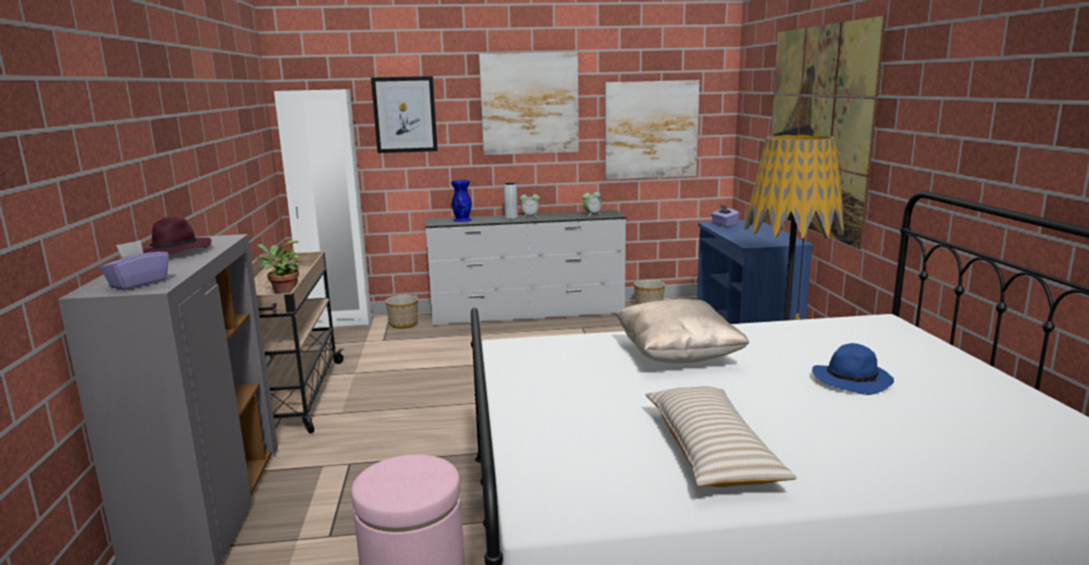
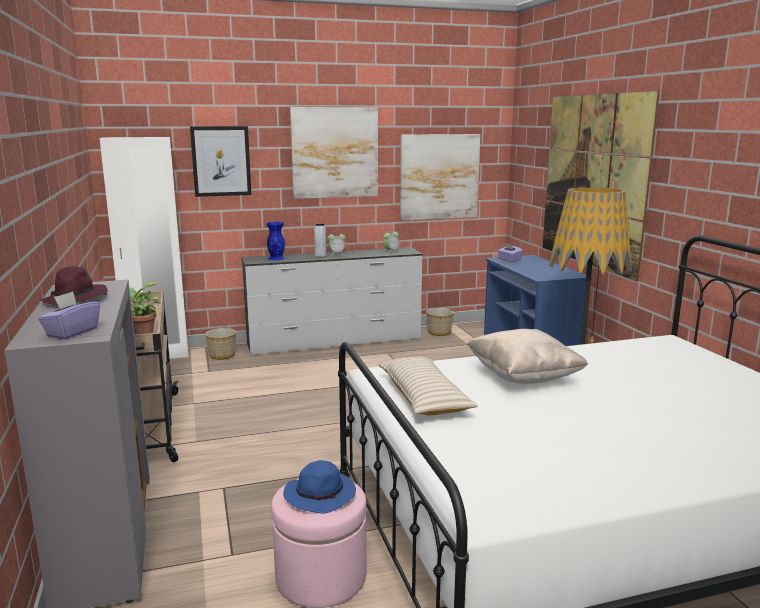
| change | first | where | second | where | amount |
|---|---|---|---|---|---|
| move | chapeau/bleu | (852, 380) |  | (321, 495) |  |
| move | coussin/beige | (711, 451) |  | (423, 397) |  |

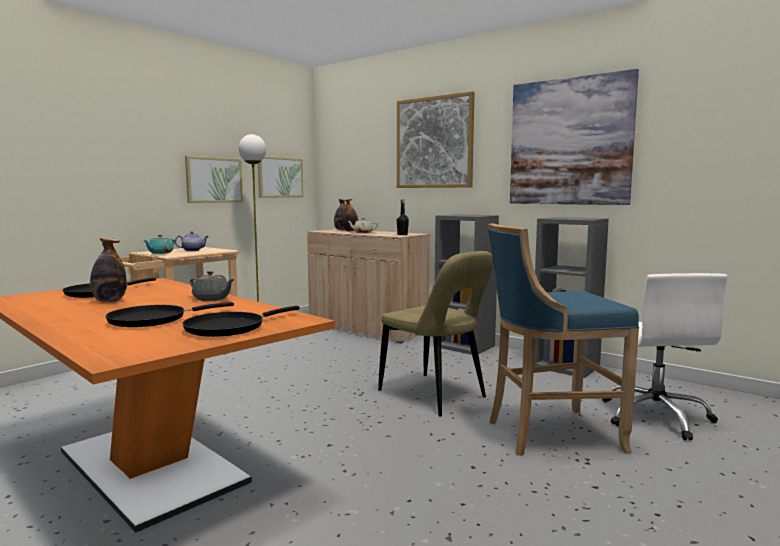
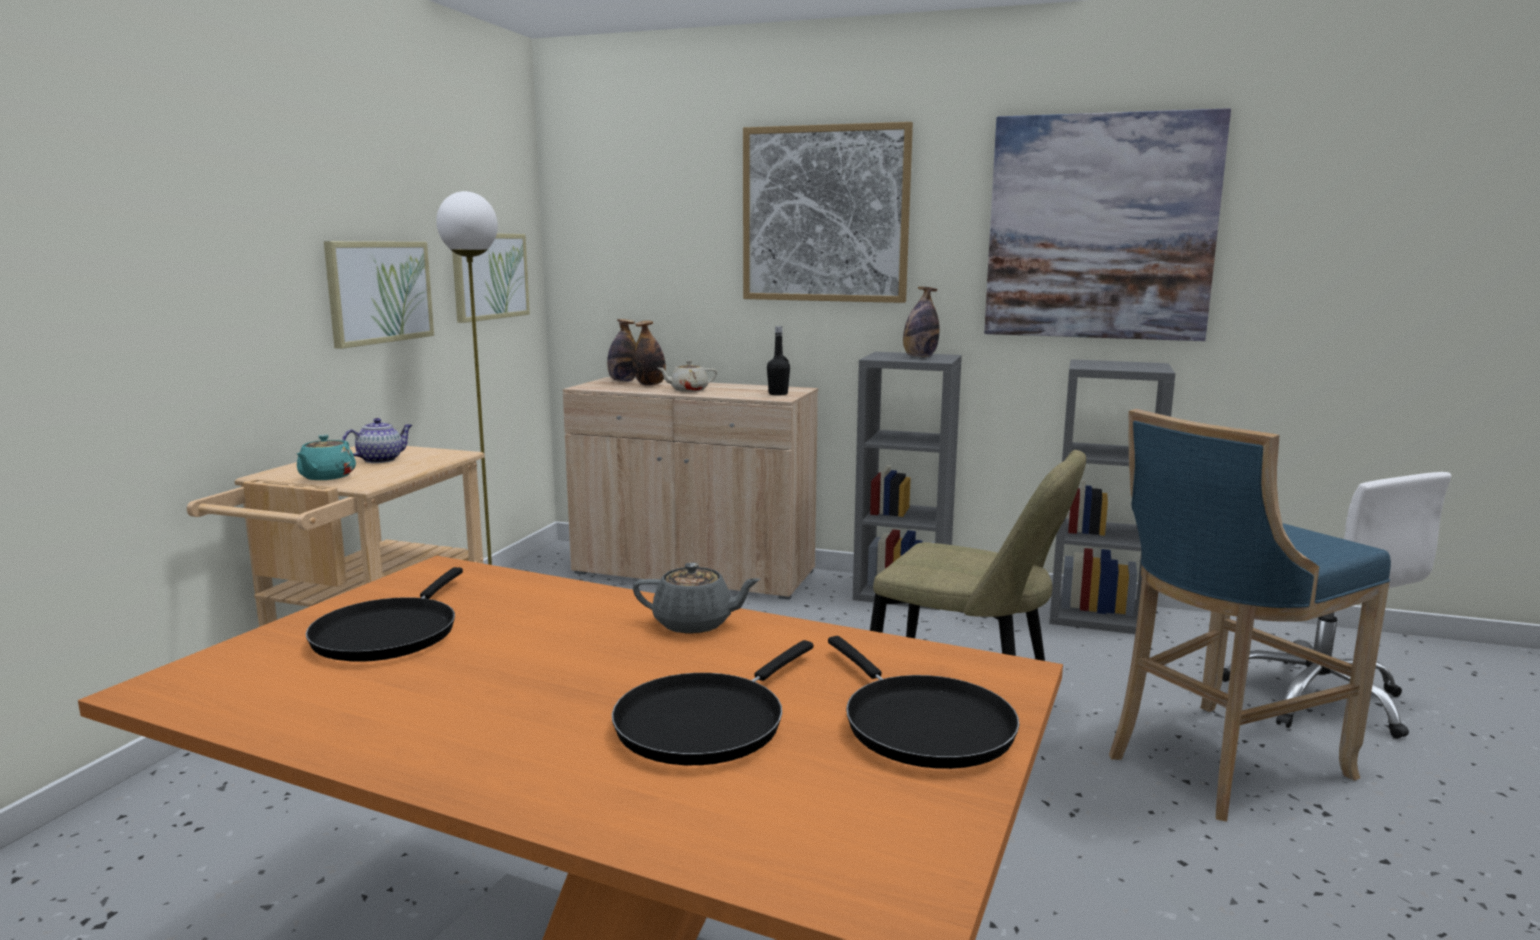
| change | first | where | second | where | amount |
|---|---|---|---|---|---|
| rotate | poêle/noir | (229, 327) |  | (921, 725) | 45 degrees counterclockwise |
| move | bouteille | (109, 301) |  | (919, 357) |  |

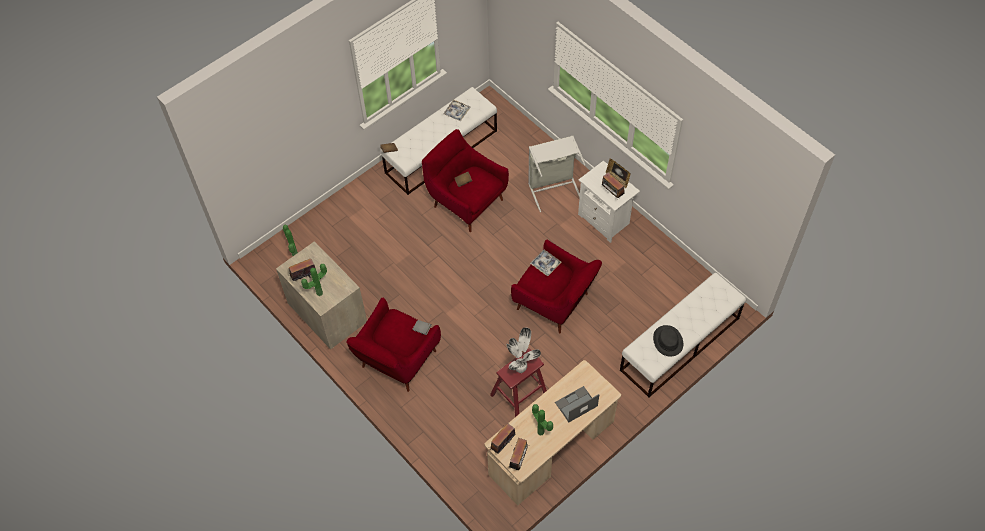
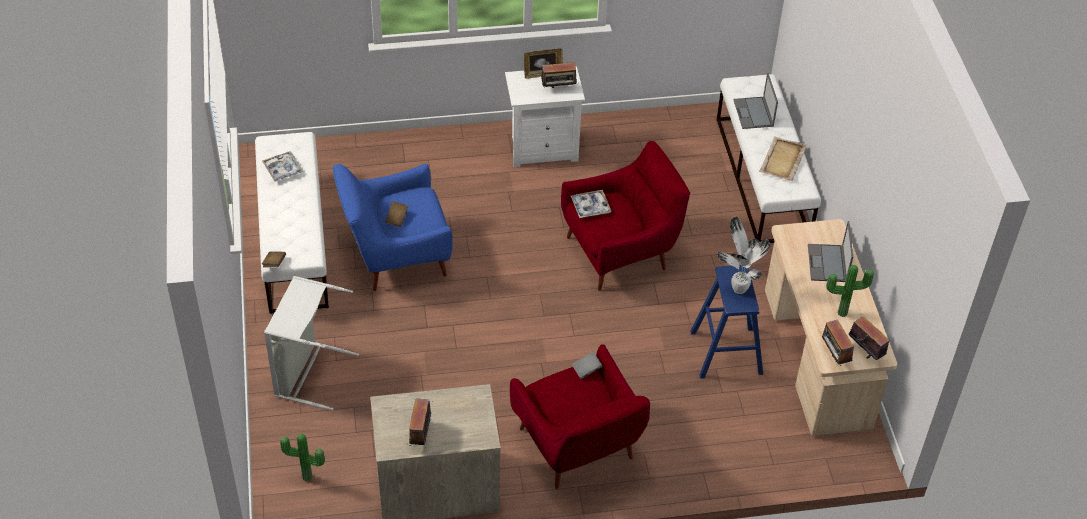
| change | first | where | second | where | amount |
|---|---|---|---|---|---|
| move | panier à linge/gris | (553, 188) |  | (308, 373) |  |
| recolor | fauteuil/rouge | (465, 201) | fauteuil/bleu | (395, 256) |  |
| recolor | tabouret/rouge | (520, 398) | tabouret/bleu | (726, 352) |  |
| insert |  |  | ordinateur portable | (753, 113) |  |
| replace | chapeau/noir | (667, 341) | plateau/beige | (782, 160) |  |
| delete | plante en pot | (318, 292) |  |  |  |

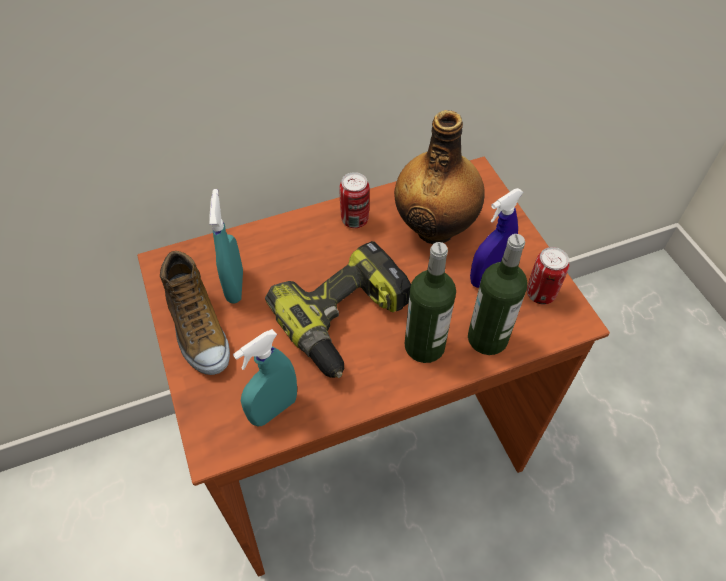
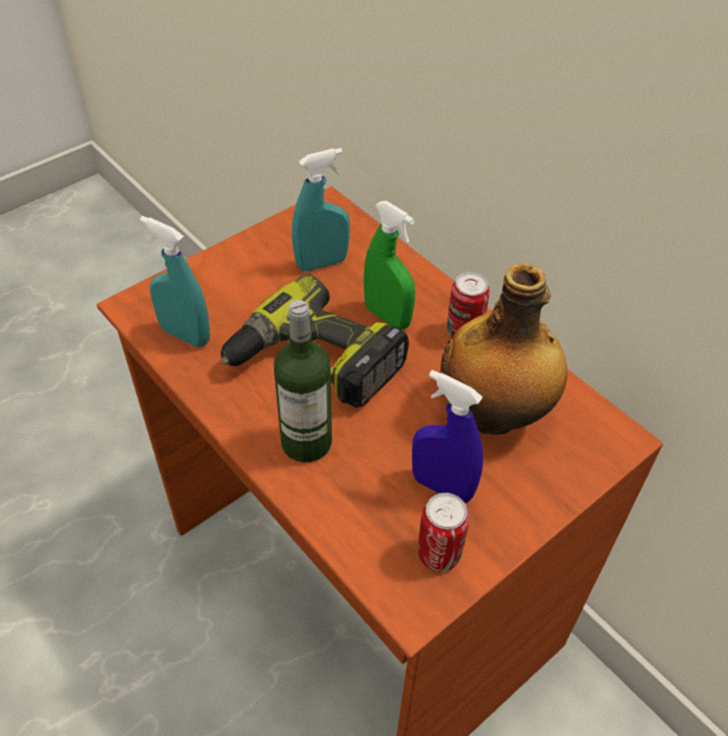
| change | first | where | second | where | amount |
|---|---|---|---|---|---|
| insert |  |  | vaporisateur/vert | (387, 316) |  |
| delete | chaussure | (197, 328) |  |  |  |
| delete | bouteille | (487, 338) |  |  |  |

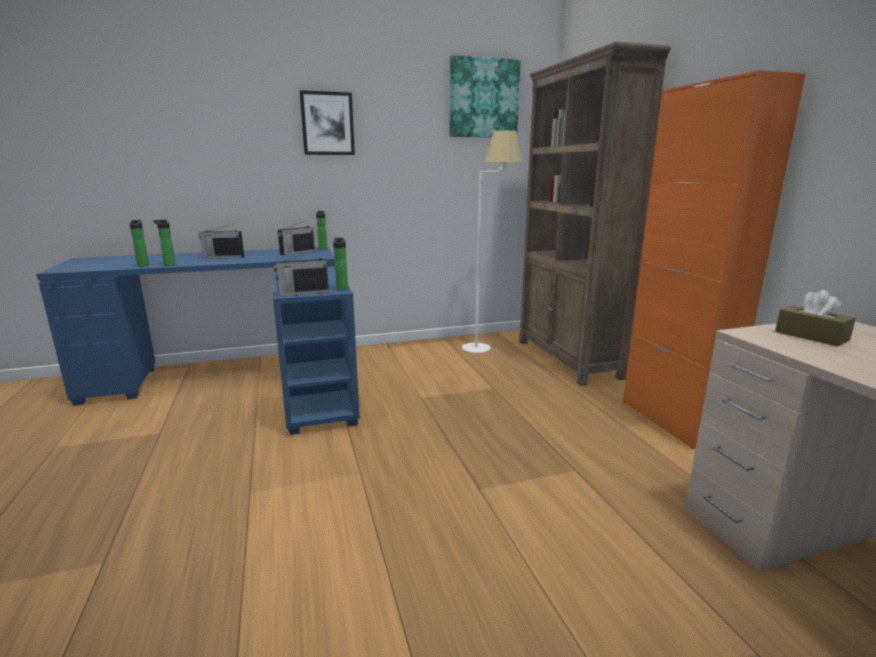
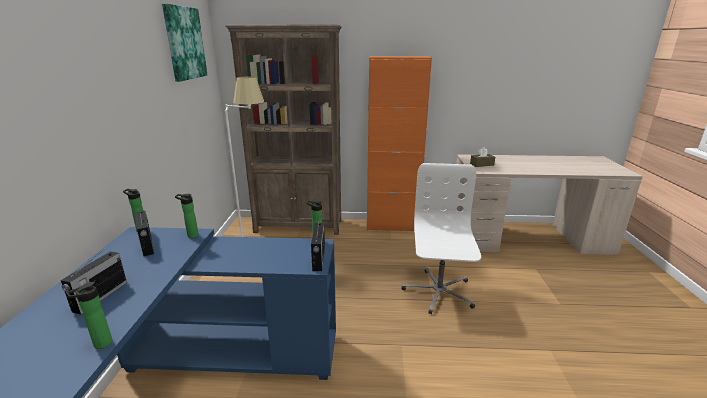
| change | first | where | second | where | amount |
|---|---|---|---|---|---|
| move | bouteille | (143, 265) |  | (191, 236) |  |
| insert |  |  | chaise de bureau/blanc | (438, 292) |  |
| delete | tableau | (327, 124) |  |  |  |

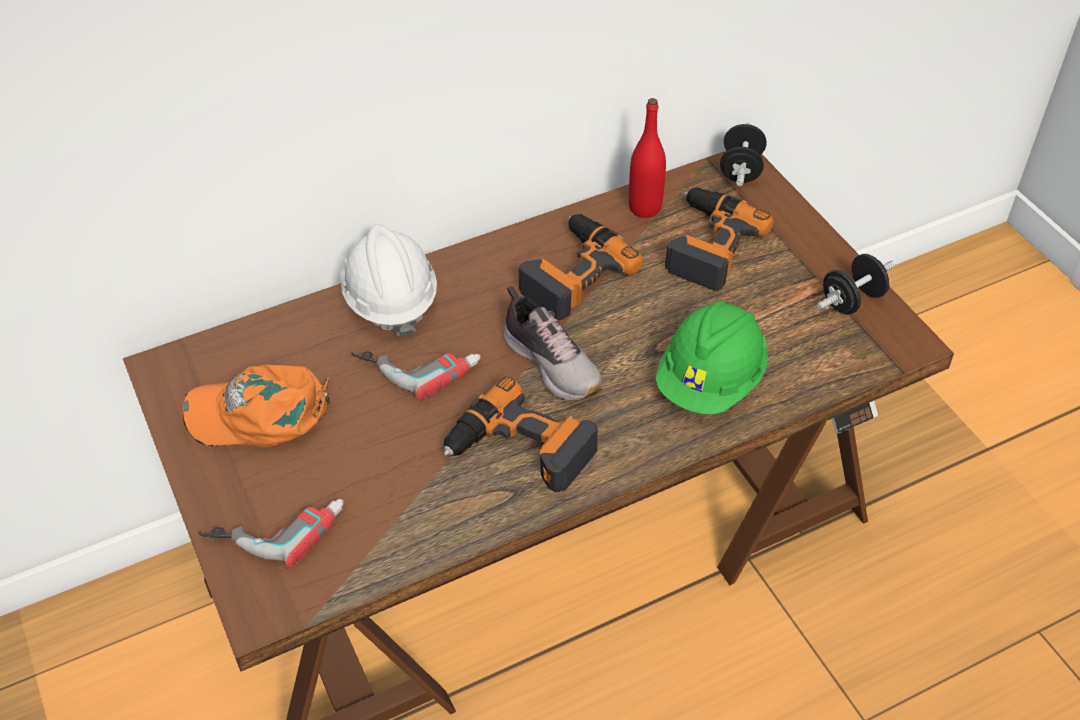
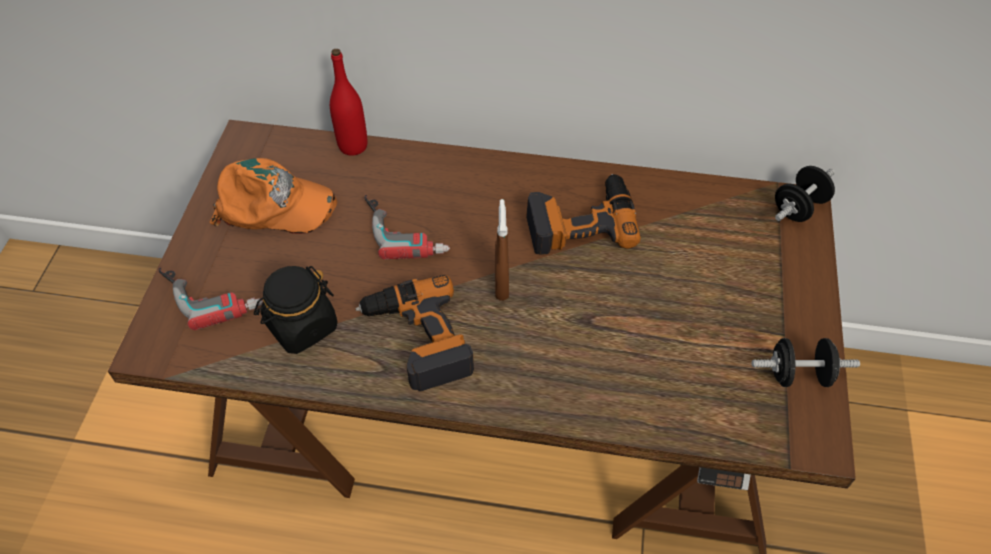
| change | first | where | second | where | amount |
|---|---|---|---|---|---|
| rotate | casquette/orange | (260, 413) |  | (274, 205) | 150 degrees clockwise |
| insert |  |  | bocal/noir | (301, 326) |  |
| move | bouteille/rouge | (645, 208) |  | (353, 146) |  |
| replace | chaussure | (552, 363) | vaporisateur/marron | (501, 285) |  |
| delete | casque de chantier/blanc | (390, 299) |  |  |  |
| delete | casque de chantier/vert | (710, 381) |  |  |  |
| delete | perceuse | (706, 244) |  |  |  |

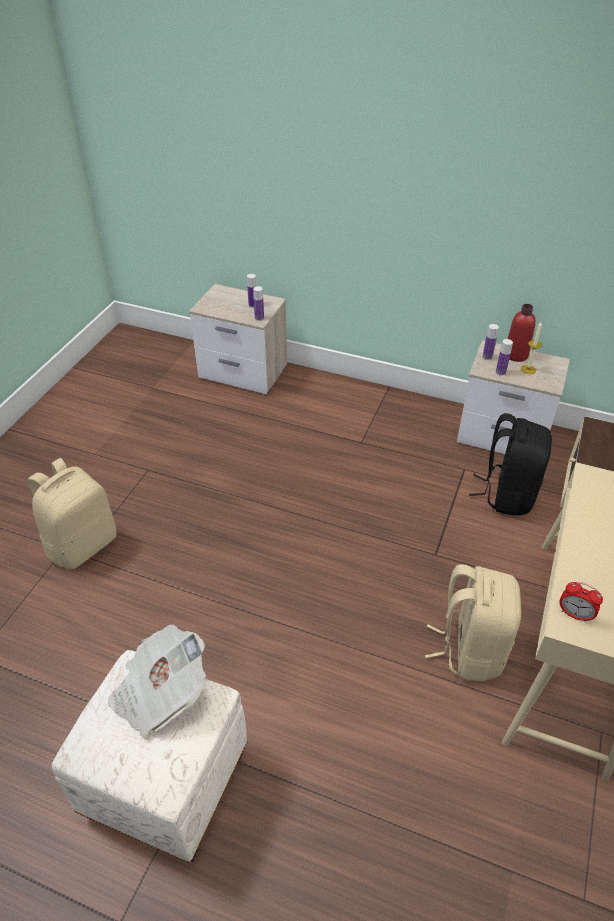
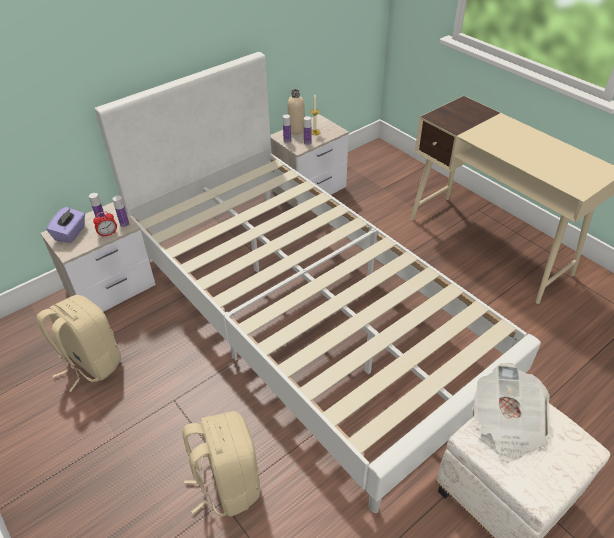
| change | first | where | second | where | amount |
|---|---|---|---|---|---|
| move | sac à dos/beige | (469, 648) |  | (91, 363) |  |
| insert |  |  | boîte à mouchoirs/violet | (71, 233) |  |
| move | réveil | (574, 614) |  | (108, 234) |  |
| insert |  |  | lit/blanc | (307, 315) |  |
| recolor | bouteille/rouge | (515, 355) | bouteille/beige | (296, 130) |  |
| delete | sac à dos/noir | (507, 494) |  |  |  |

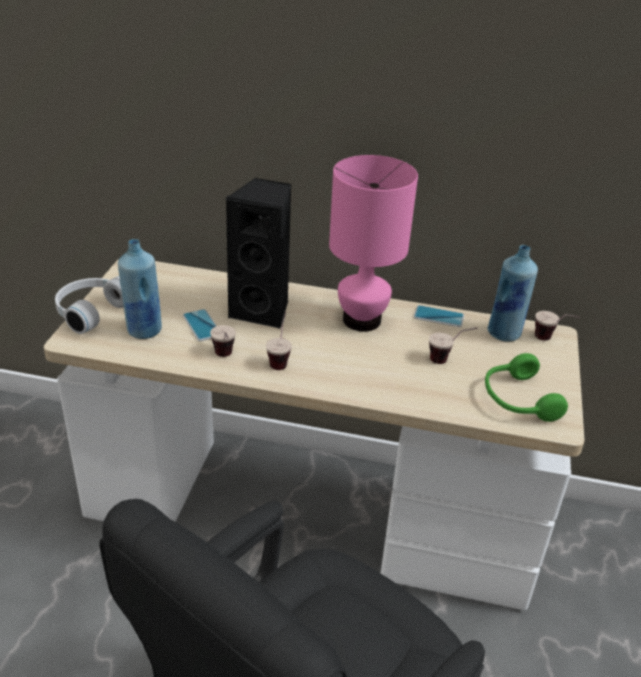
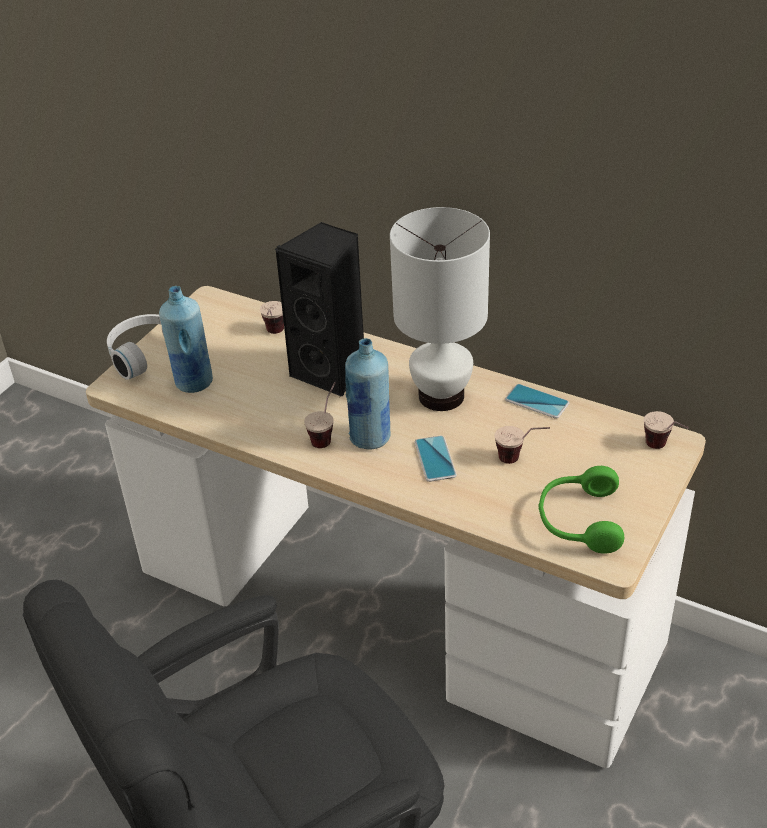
| change | first | where | second | where | amount |
|---|---|---|---|---|---|
| move | tasse | (225, 358) |  | (274, 335) |  |
| move | bouteille/bleu | (504, 333) |  | (370, 438) |  |
| recolor | lampe de table/rose | (361, 319) | lampe de table/blanc | (441, 395) |  |
| move | téléphone | (202, 325) |  | (435, 459) |  |

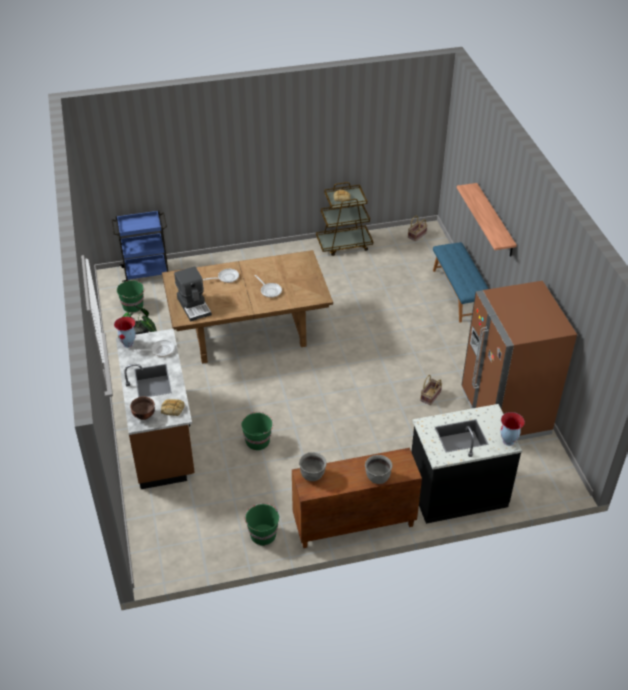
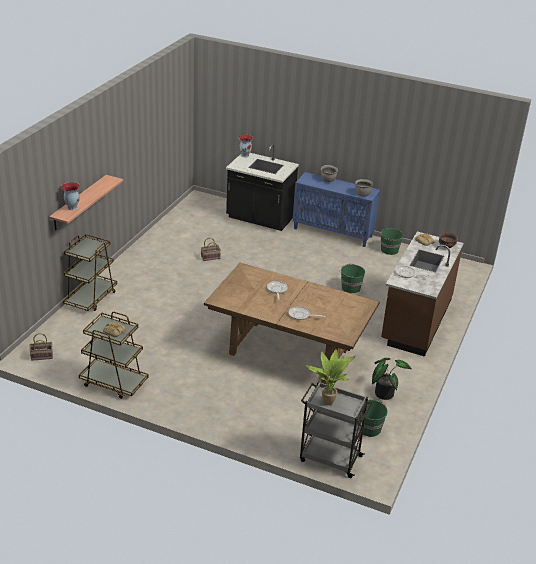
| change | first | where | second | where | amount |
|---|---|---|---|---|---|
| move | vase | (128, 343) |  | (72, 207) |  |
| replace | banc/bleu | (459, 293) | chariot/marron | (91, 298) |  |
| recolor | meuble de rangement/marron | (353, 524) | meuble de rangement/bleu | (333, 232) |  |
| recolor | chariot/bleu | (146, 272) | chariot/gris | (329, 458) |  |
| insert |  |  | plante en pot | (328, 401) |  |
| delete | machine à café | (194, 306) |  |  |  |
| delete | réfrigérateur/marron | (504, 412) |  |  |  |

